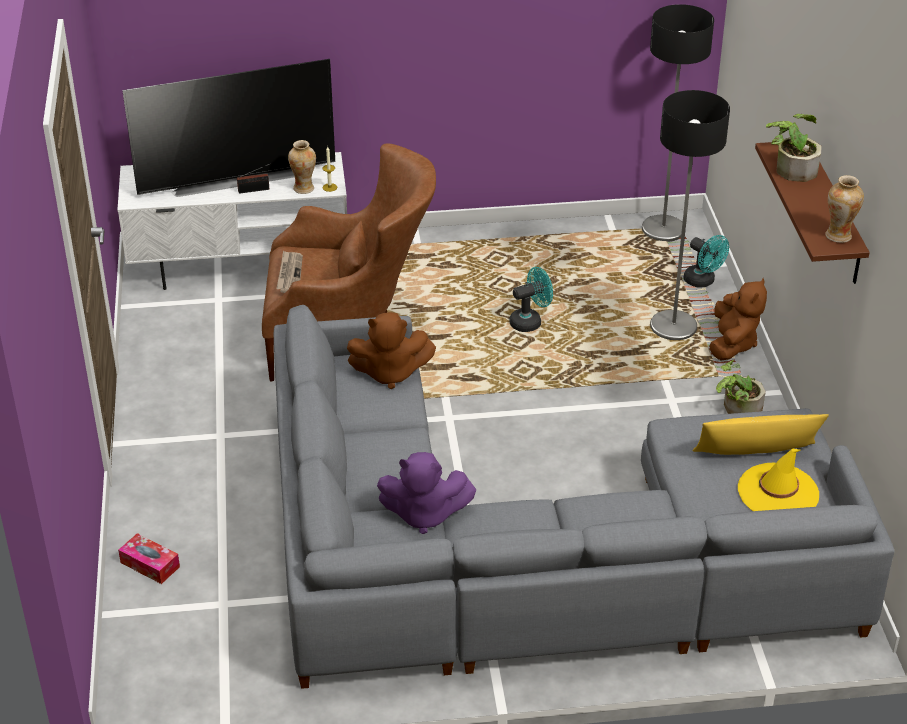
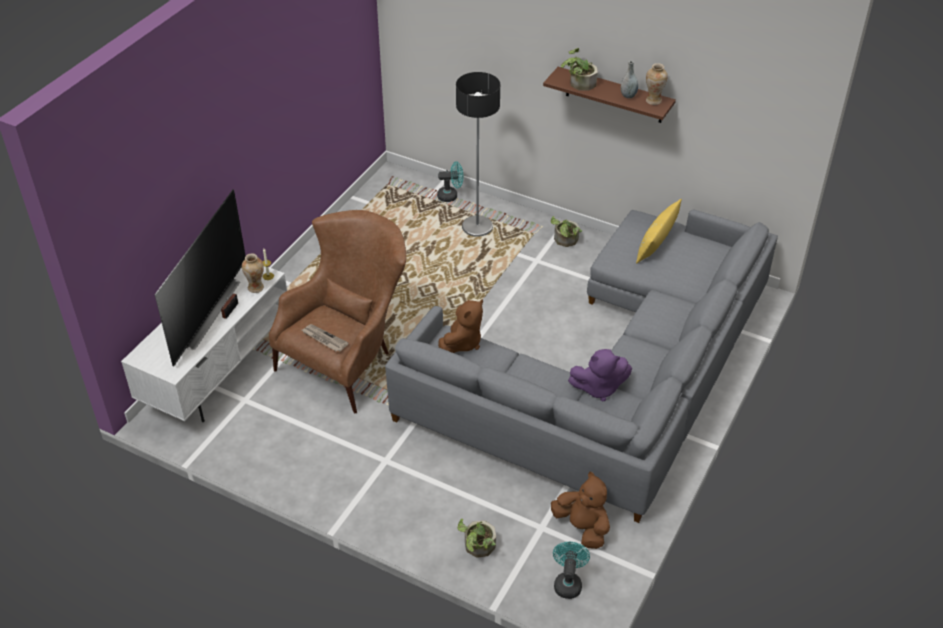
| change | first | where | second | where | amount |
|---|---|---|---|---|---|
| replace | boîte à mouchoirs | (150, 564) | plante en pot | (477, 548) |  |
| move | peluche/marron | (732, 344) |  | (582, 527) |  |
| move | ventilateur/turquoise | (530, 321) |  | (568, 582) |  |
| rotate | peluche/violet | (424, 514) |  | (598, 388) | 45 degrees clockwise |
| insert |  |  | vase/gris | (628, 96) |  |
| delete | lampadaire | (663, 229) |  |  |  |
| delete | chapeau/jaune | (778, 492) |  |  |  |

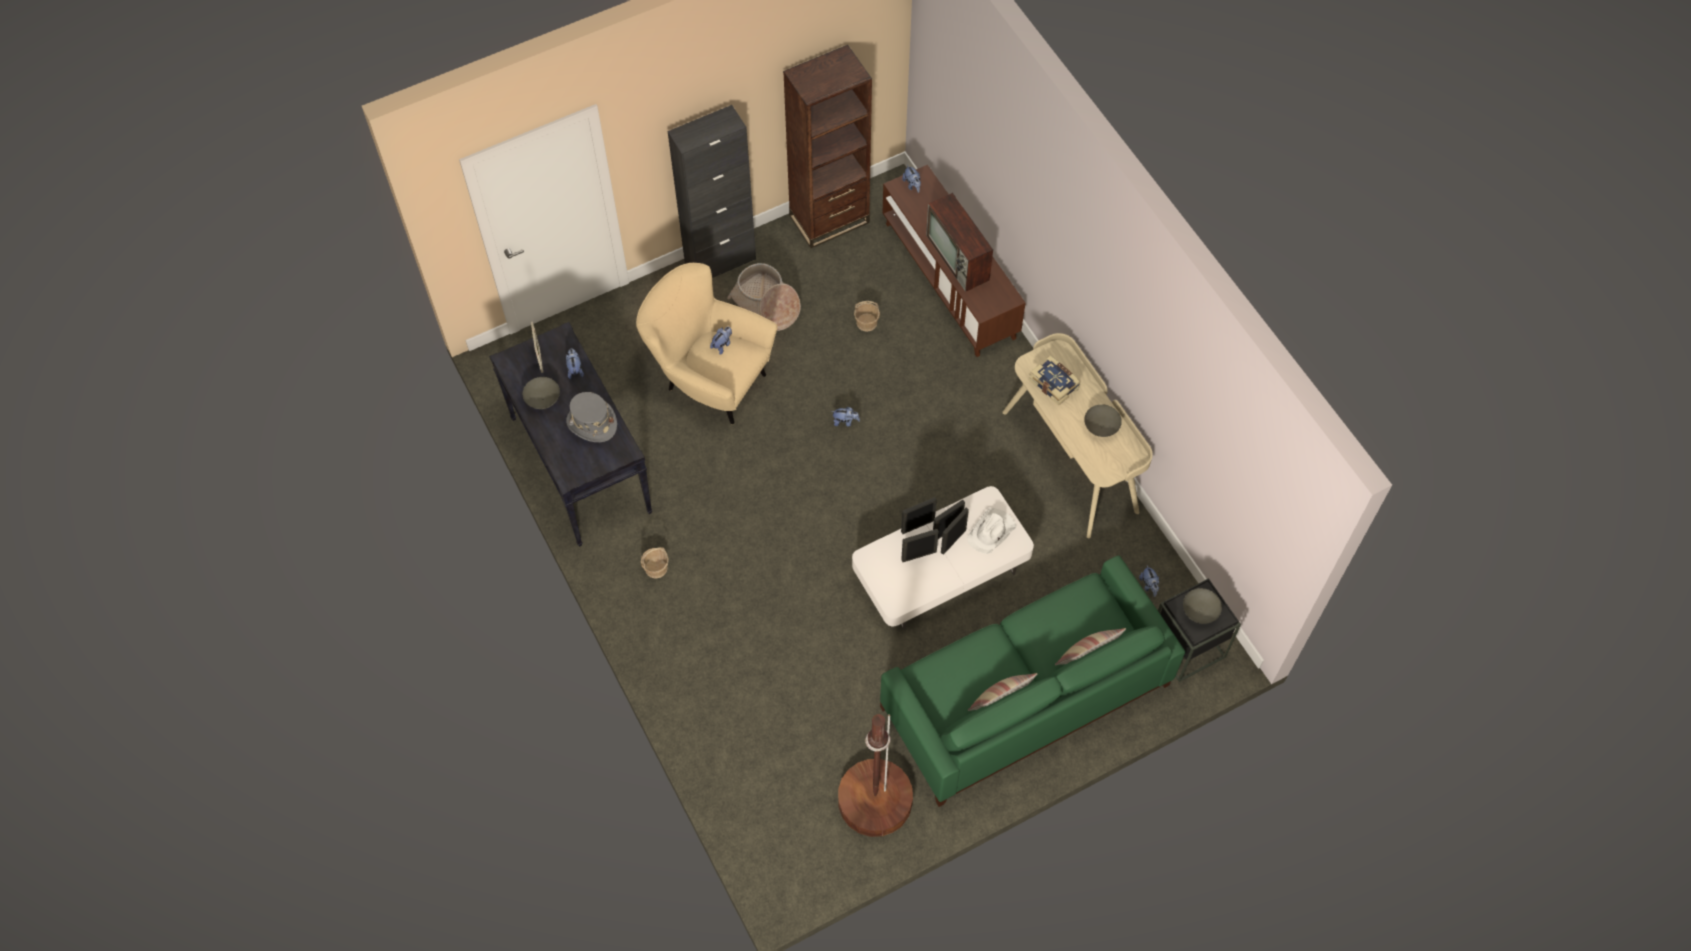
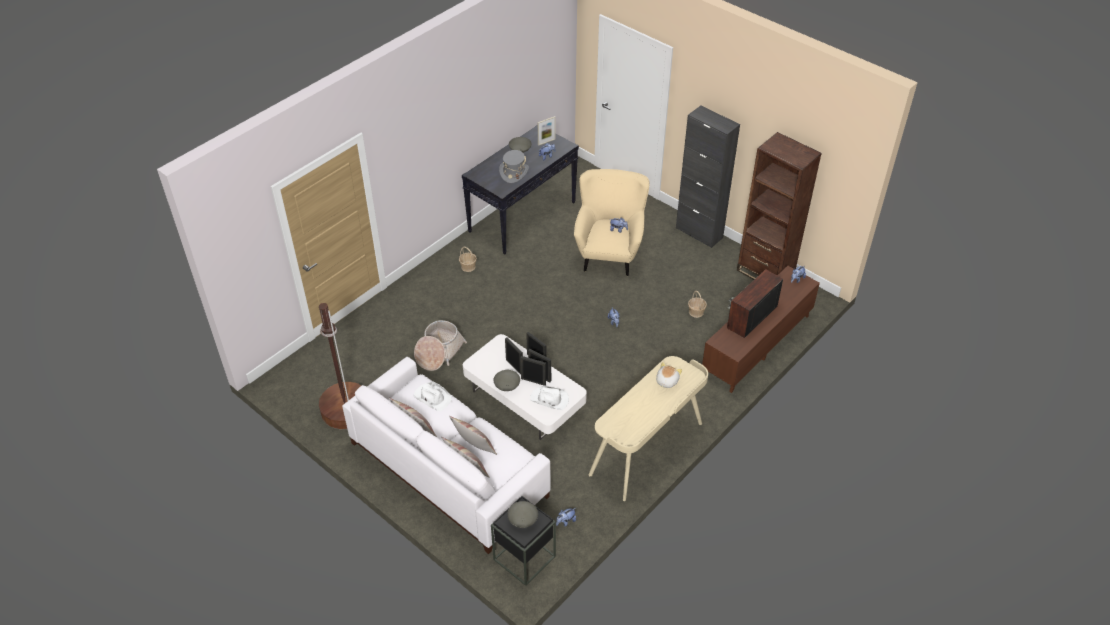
| change | first | where | second | where | amount |
|---|---|---|---|---|---|
| recolor | canapé/vert | (1024, 695) | canapé/blanc | (449, 468) |  |
| move | panier | (766, 305) |  | (439, 352) |  |
| insert |  |  | chapeau/blanc | (432, 397) |  |
| insert |  |  | coussin | (474, 448) |  |
| move | bol/gris | (1101, 427) |  | (506, 386) |  |
| replace | livre | (1054, 383) | peluche | (666, 381) |  |

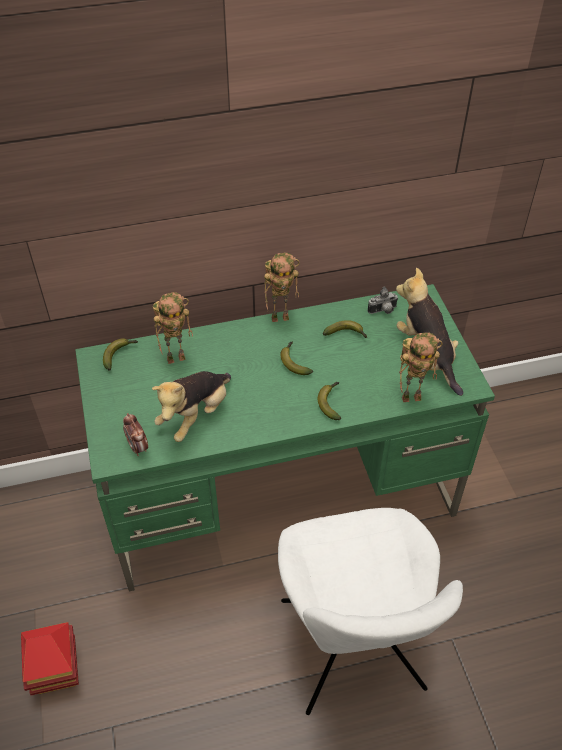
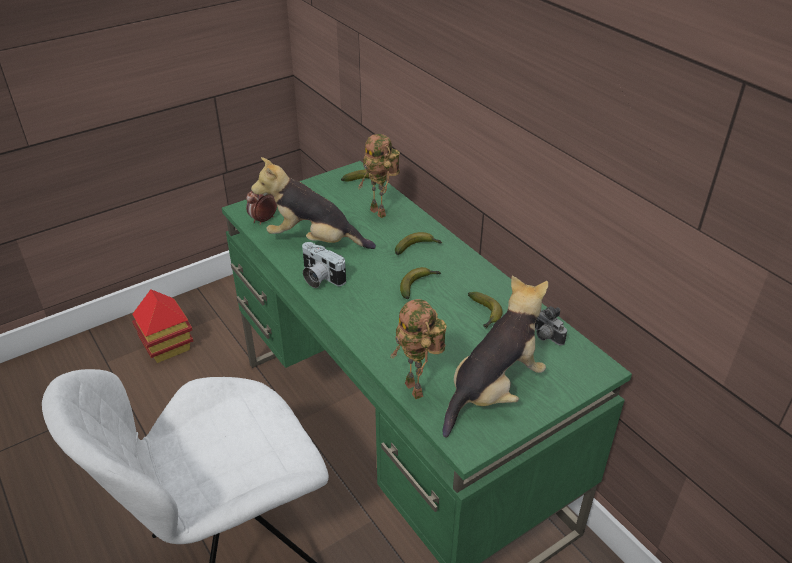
| change | first | where | second | where | amount |
|---|---|---|---|---|---|
| insert |  |  | appareil photo | (319, 278) |  |
| move | banane | (331, 402) |  | (417, 248) |  |
| delete | robot jouet | (281, 317) |  |  |  |

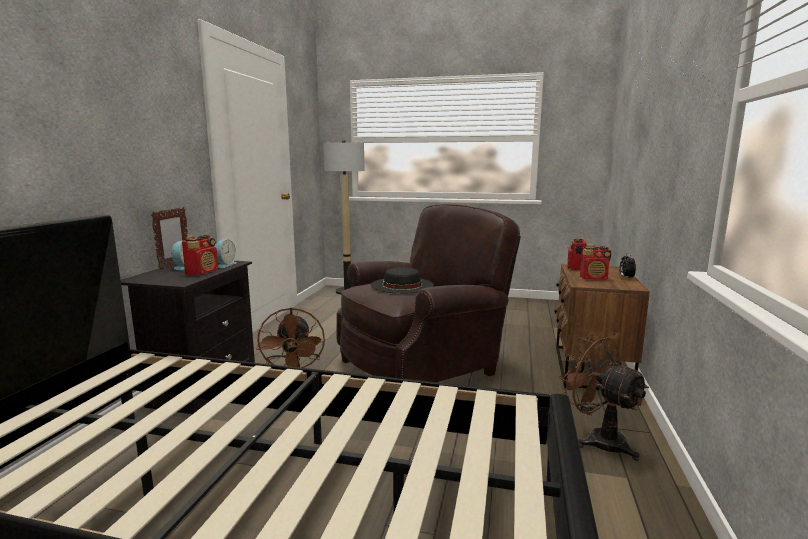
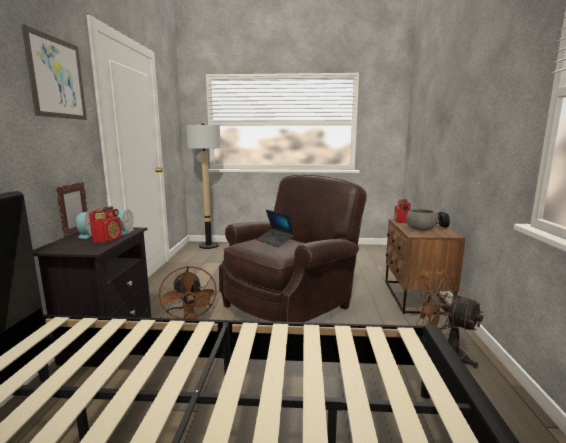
| change | first | where | second | where | amount |
|---|---|---|---|---|---|
| insert |  |  | tableau | (57, 78) |  |
| replace | chapeau/noir | (402, 285) | ordinateur portable | (275, 241) |  |
| replace | radio | (594, 278) | bol/gris | (420, 229) |  |

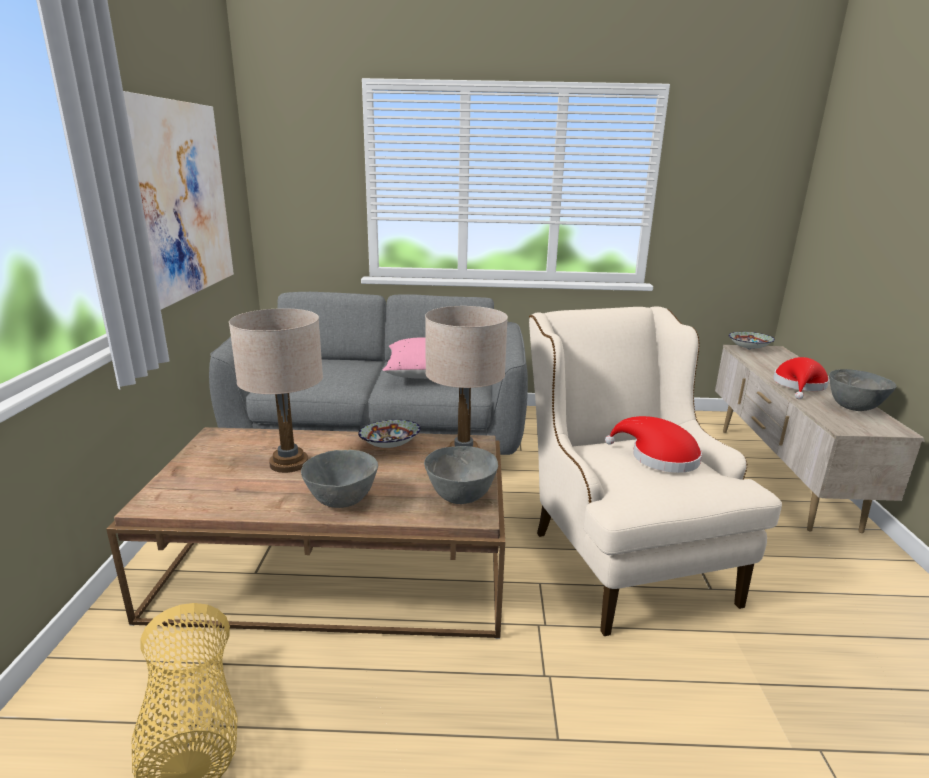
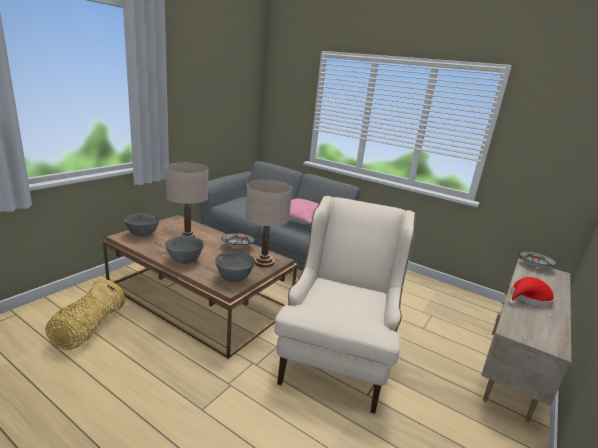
| change | first | where | second | where | amount |
|---|---|---|---|---|---|
| move | bol/gris | (853, 408) |  | (142, 235) |  |
| delete | tableau | (179, 200) |  |  |  |
| delete | chapeau/rouge | (658, 457) |  |  |  |

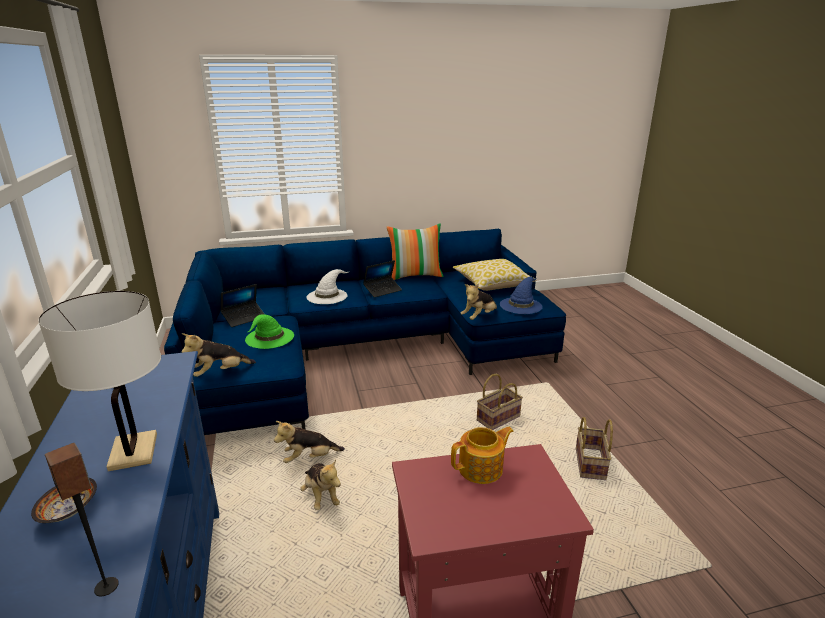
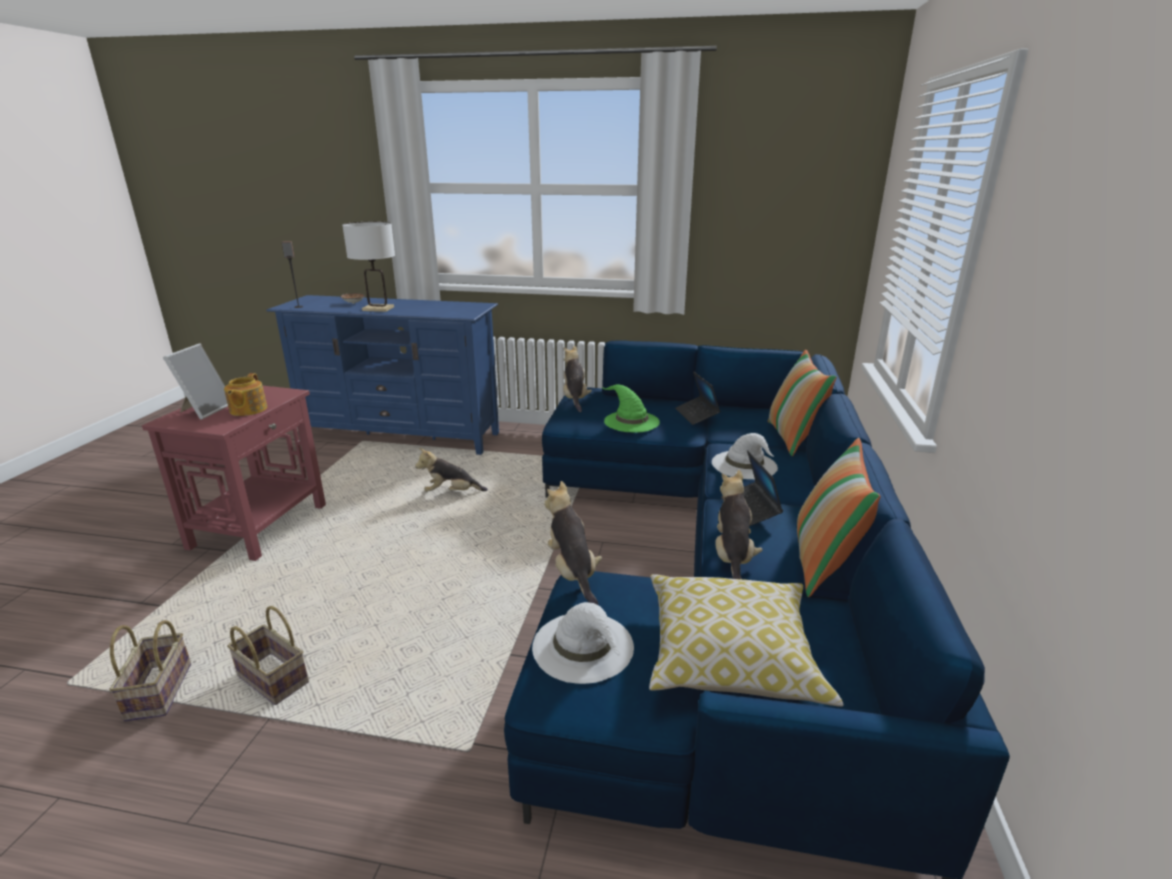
| change | first | where | second | where | amount |
|---|---|---|---|---|---|
| move | panier | (498, 418) |  | (160, 693) |  |
| insert |  |  | cadre photo | (205, 410) |  |
| recolor | chapeau/bleu | (521, 305) | chapeau/blanc | (584, 647) |  |
| move | peluche | (309, 458) |  | (732, 557) |  |
| insert |  |  | coussin | (793, 438) |  |

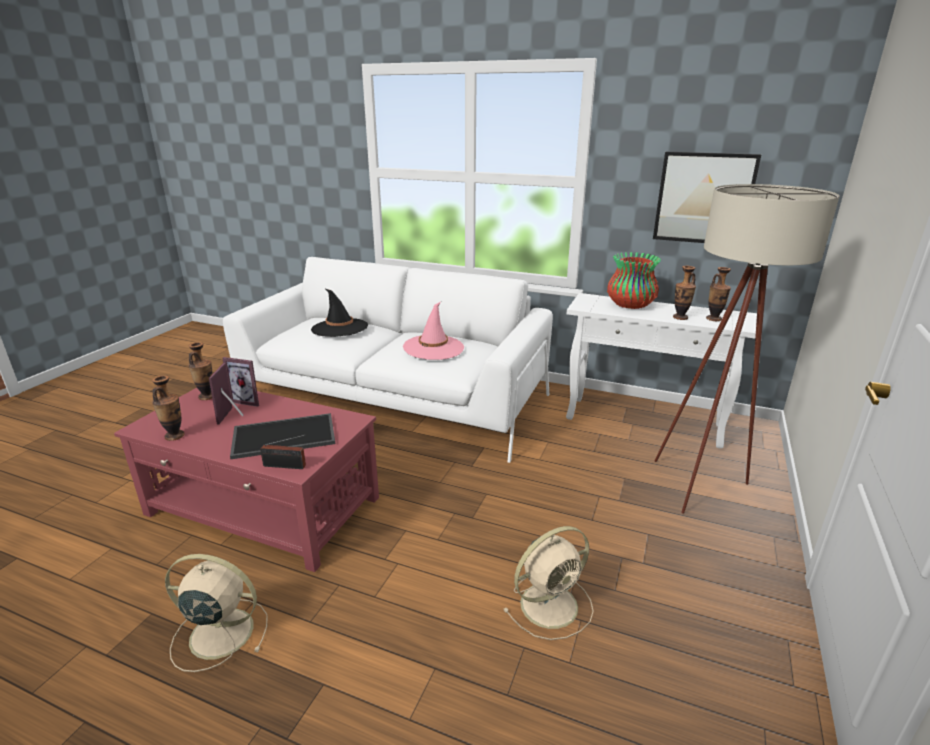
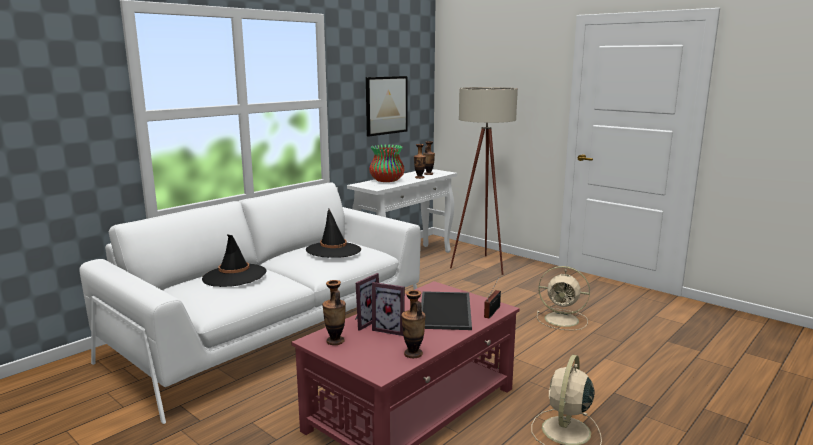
| change | first | where | second | where | amount |
|---|---|---|---|---|---|
| recolor | chapeau/rose | (433, 348) | chapeau/noir | (333, 250) |  |
| rotate | ventilateur/beige | (551, 604) |  | (563, 320) | 120 degrees clockwise |

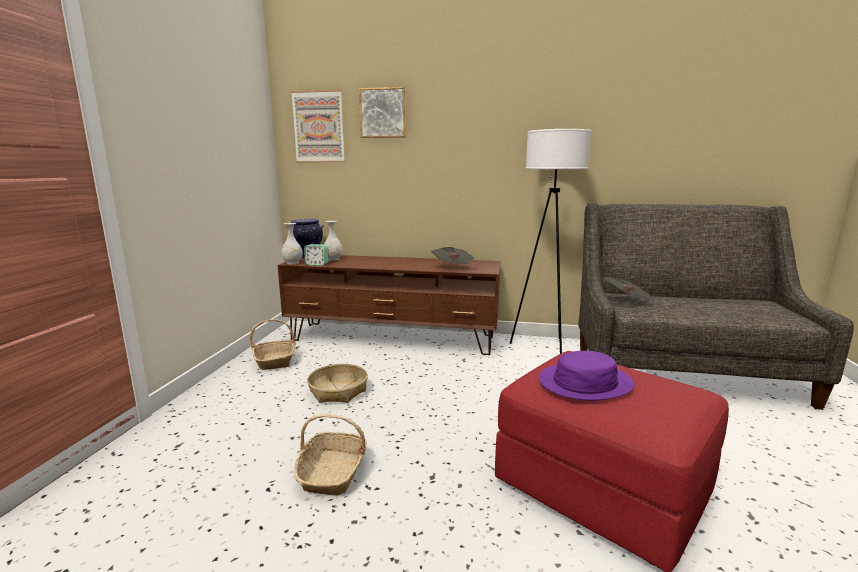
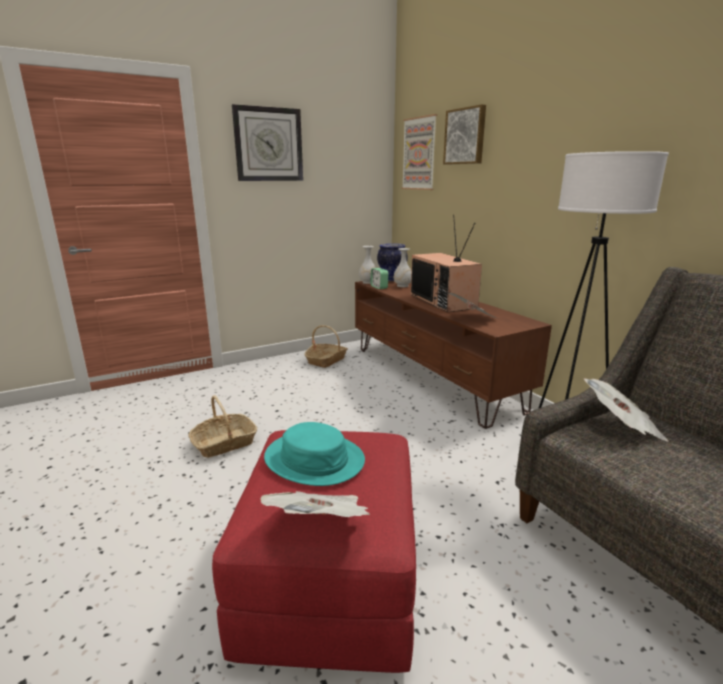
| change | first | where | second | where | amount |
|---|---|---|---|---|---|
| insert |  |  | horloge murale | (268, 144) |  |
| insert |  |  | journal | (321, 526) |  |
| recolor | chapeau/violet | (585, 382) | chapeau/turquoise | (314, 459) |  |
| insert |  |  | téléviseur | (444, 301) |  |
| delete | panier | (338, 391) |  |  |  |

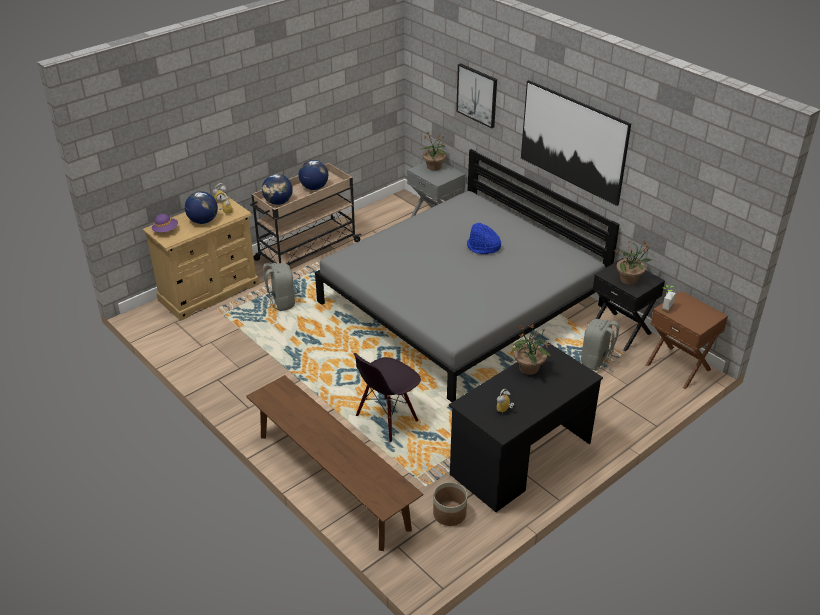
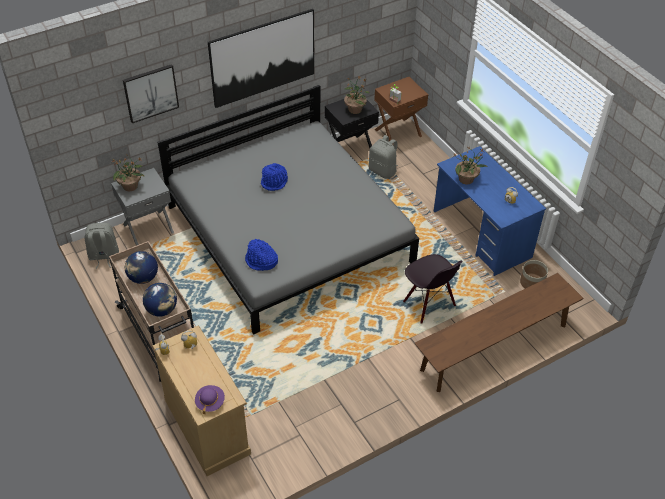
| change | first | where | second | where | amount |
|---|---|---|---|---|---|
| move | sac à dos/gris | (280, 302) |  | (103, 256) |  |
| insert |  |  | chapeau/bleu | (261, 261) |  |
| recolor | bureau/noir | (521, 459) | bureau/bleu | (481, 234) |  |
| delete | globe | (203, 221) |  |  |  |

